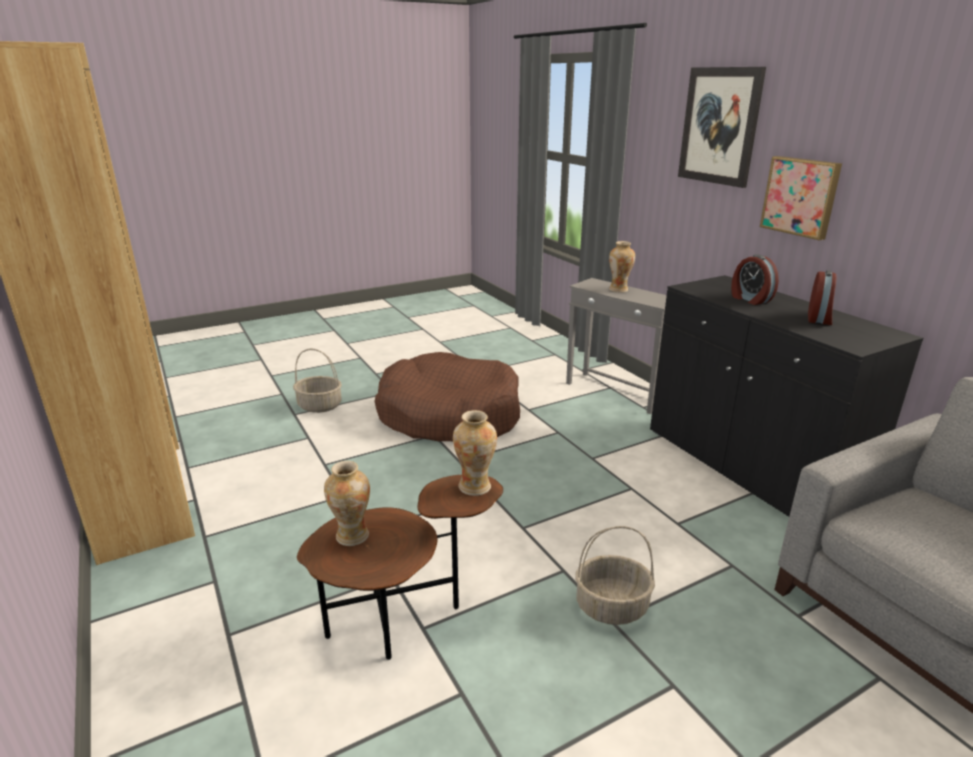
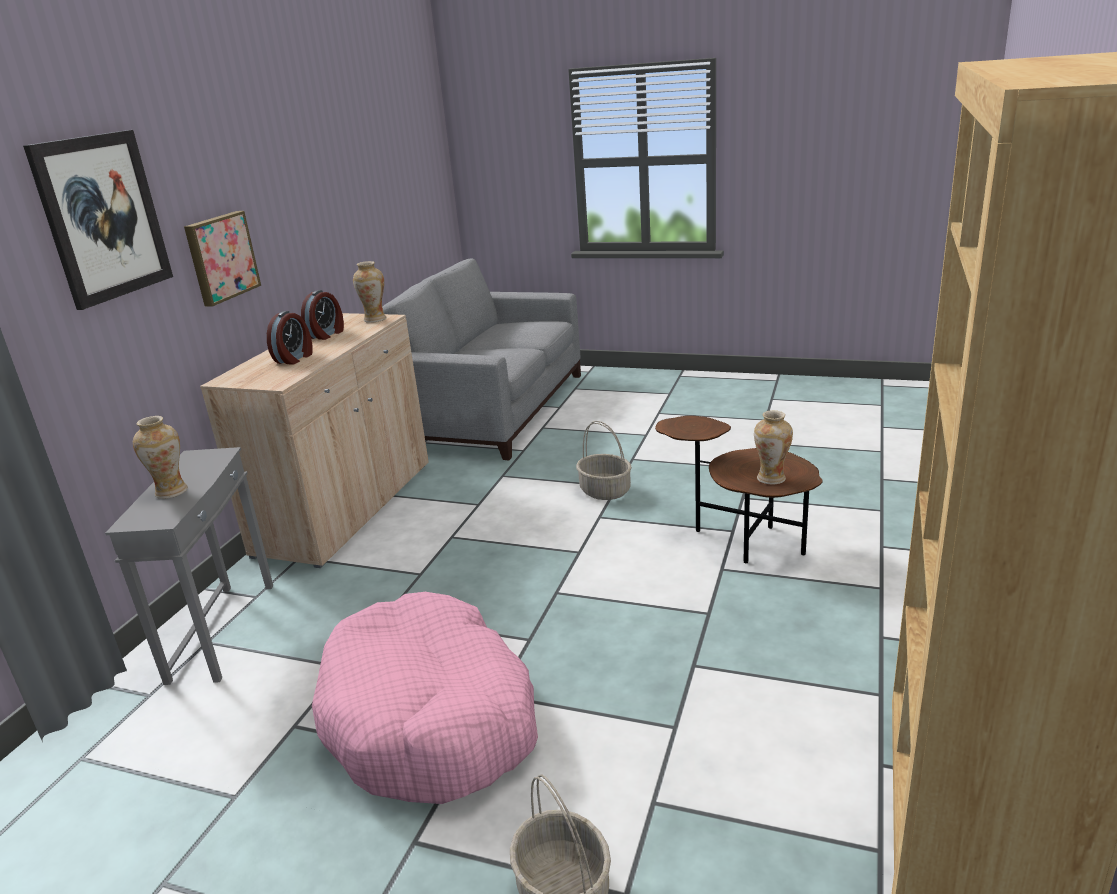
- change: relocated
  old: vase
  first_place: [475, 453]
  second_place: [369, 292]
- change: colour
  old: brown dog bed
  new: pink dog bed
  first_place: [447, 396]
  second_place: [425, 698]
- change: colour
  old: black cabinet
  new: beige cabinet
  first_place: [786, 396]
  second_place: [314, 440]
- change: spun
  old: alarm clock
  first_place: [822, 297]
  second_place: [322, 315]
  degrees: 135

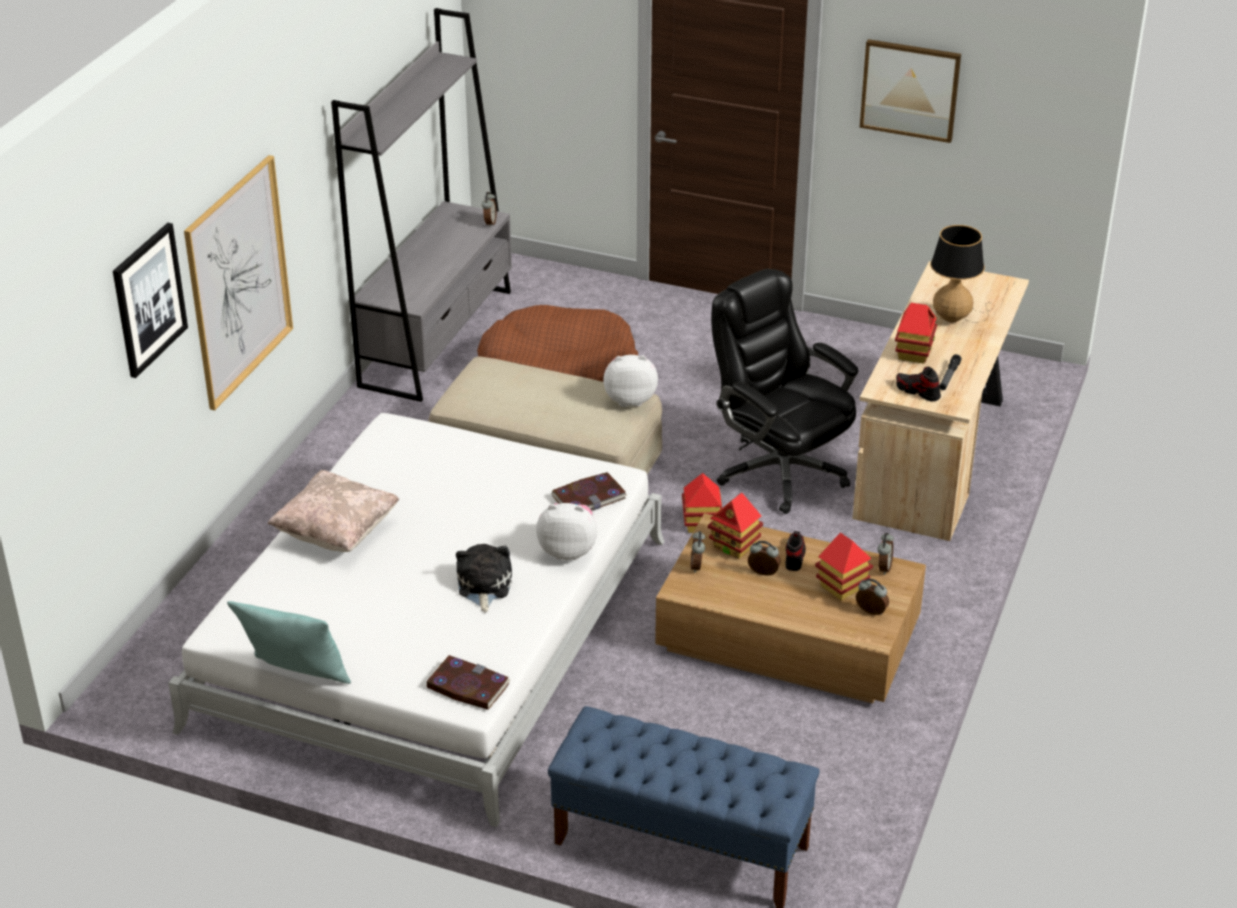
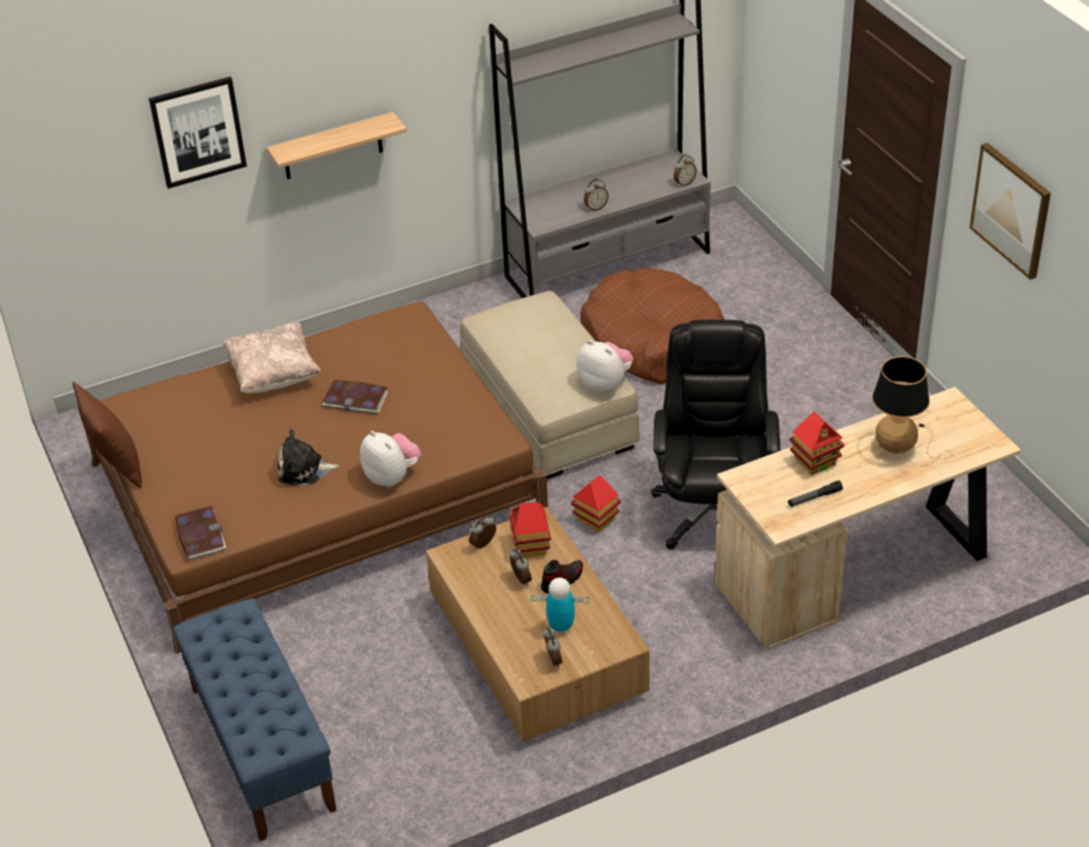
- change: missing
  old: shoe
  first_place: [918, 384]
- change: relocated
  old: book
  first_place: [589, 491]
  second_place: [355, 397]
- change: relocated
  old: alarm clock
  first_place: [886, 554]
  second_place: [596, 195]
- change: exchanged
  old: picture
  new: shelf
  first_place: [238, 282]
  second_place: [337, 145]
- change: exchanged
  old: toy house
  new: toy robot
  first_place: [844, 566]
  second_place: [560, 605]
- change: colour
  old: white bed
  new: brown bed
  first_place: [416, 620]
  second_place: [317, 477]
- change: colour
  old: turquoise pillow
  new: brown pillow
  first_place: [289, 642]
  second_place: [107, 435]
- change: spun
  old: plush toy
  first_place: [484, 578]
  second_place: [309, 457]
  degrees: -135

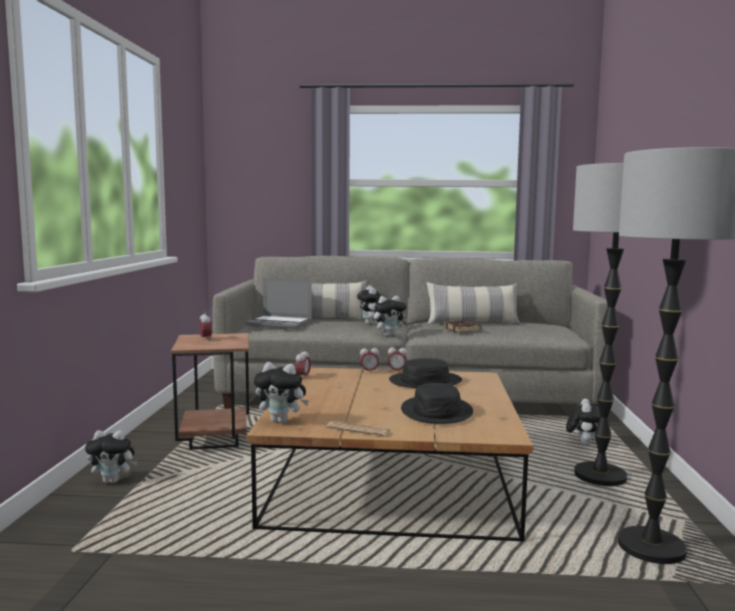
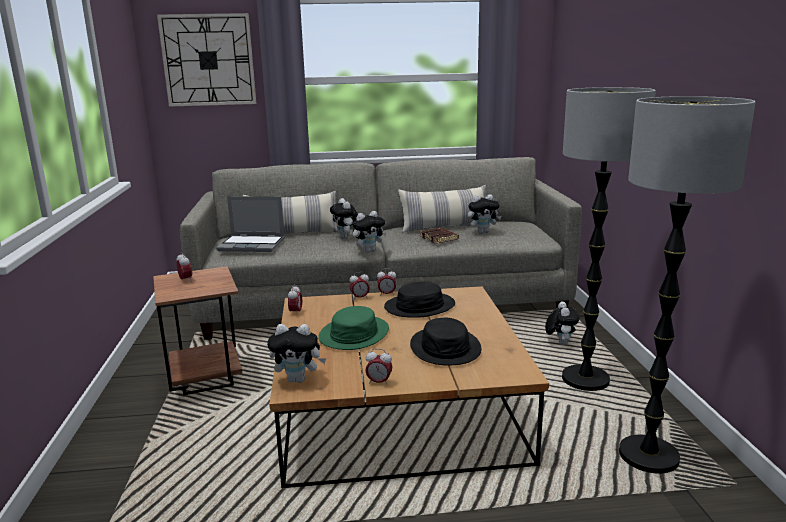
- change: appeared
  new: wall clock
  second_place: [206, 60]
- change: appeared
  new: green hat
  second_place: [353, 328]
- change: relocated
  old: plush toy
  first_place: [111, 456]
  second_place: [484, 213]
- change: exchanged
  old: newspaper
  new: alarm clock
  first_place: [358, 428]
  second_place: [378, 367]

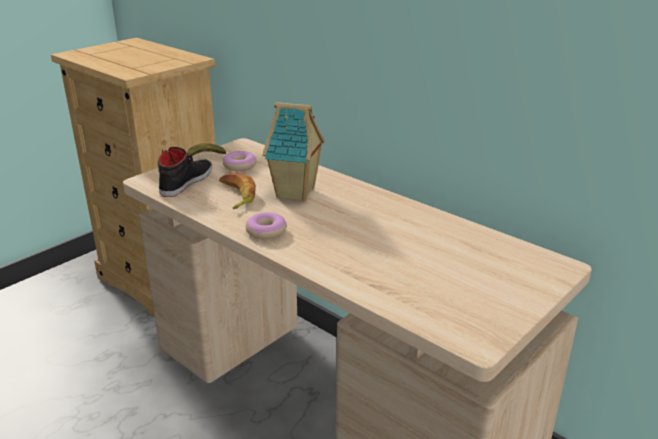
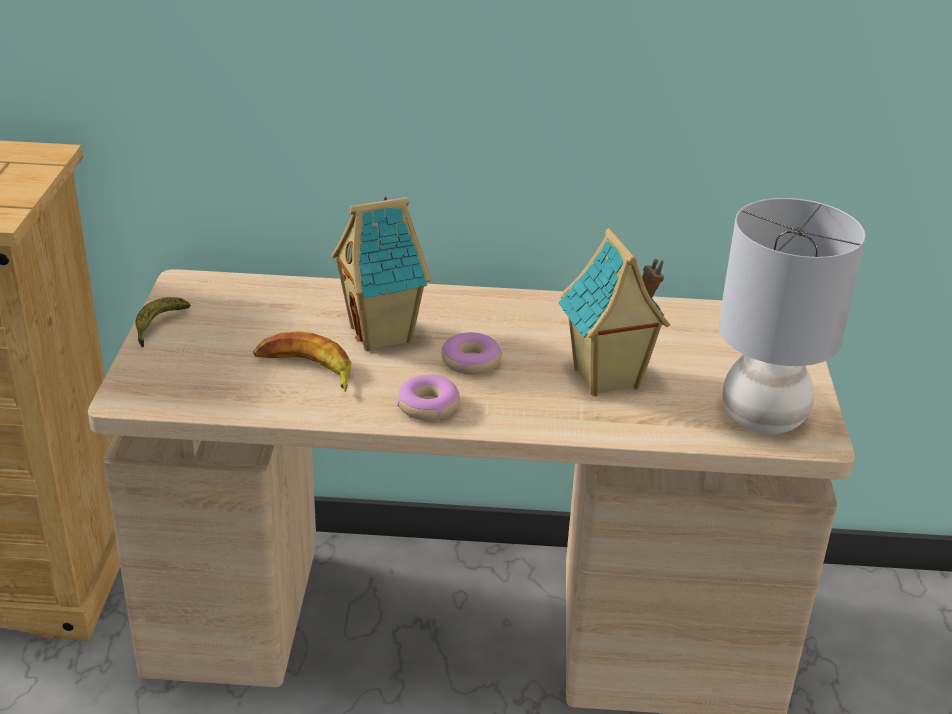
- change: missing
  old: black shoe
  first_place: [185, 172]
- change: appeared
  new: toy house
  second_place: [614, 312]
- change: appeared
  new: grey table lamp
  second_place: [792, 316]
- change: relocated
  old: donut
  first_place: [240, 161]
  second_place: [472, 353]

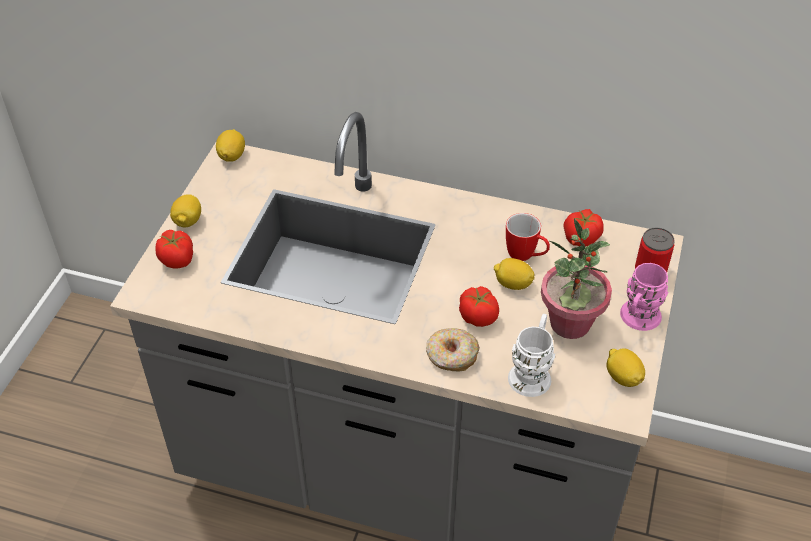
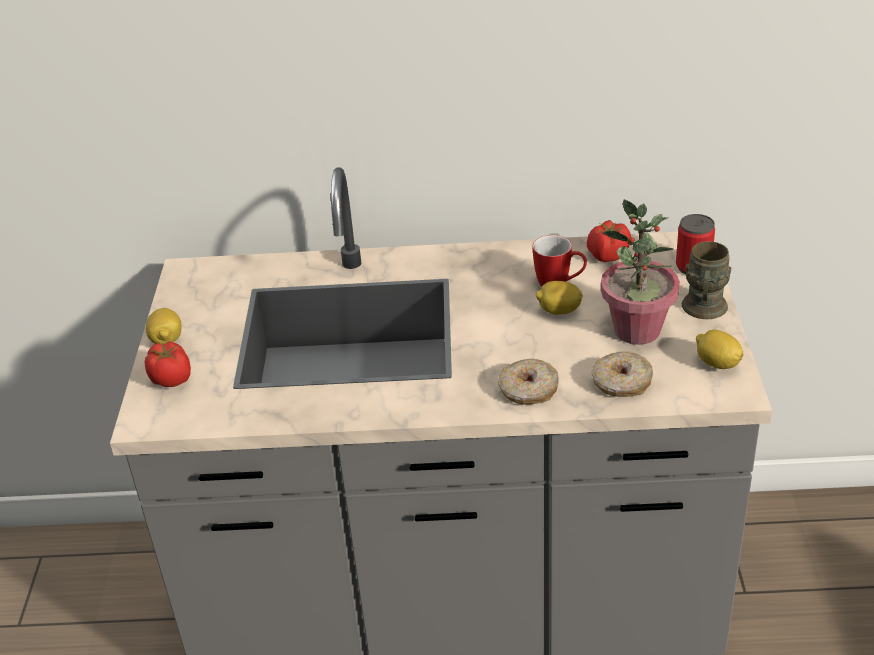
- change: missing
  old: lemon
  first_place: [230, 145]
- change: missing
  old: tomato
  first_place: [479, 306]
- change: exchanged
  old: white mug
  new: donut
  first_place: [531, 355]
  second_place: [622, 374]
- change: colour
  old: pink mug
  new: brown mug
  first_place: [644, 297]
  second_place: [706, 280]

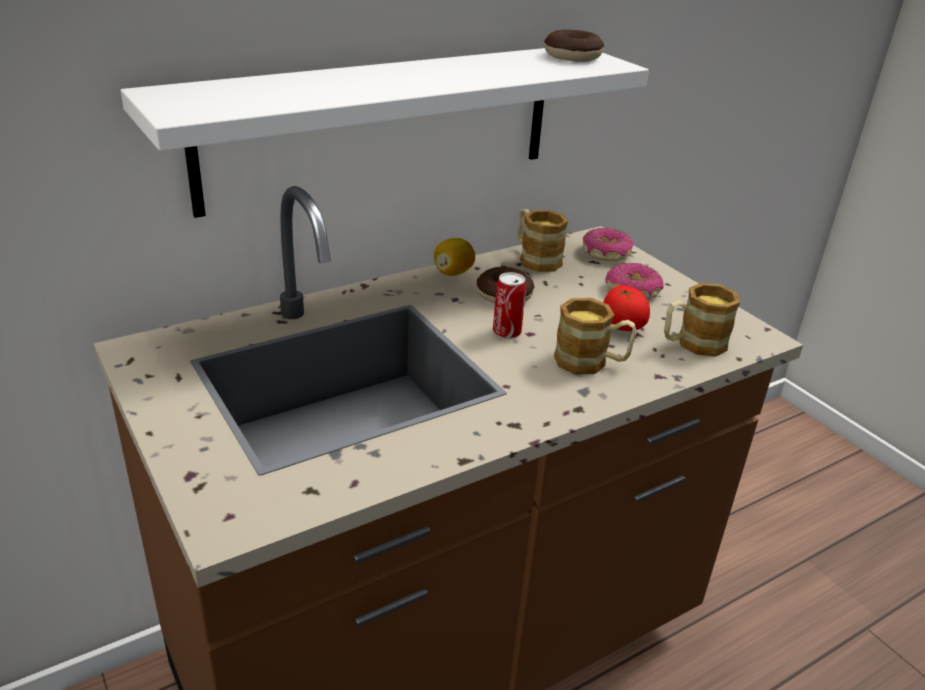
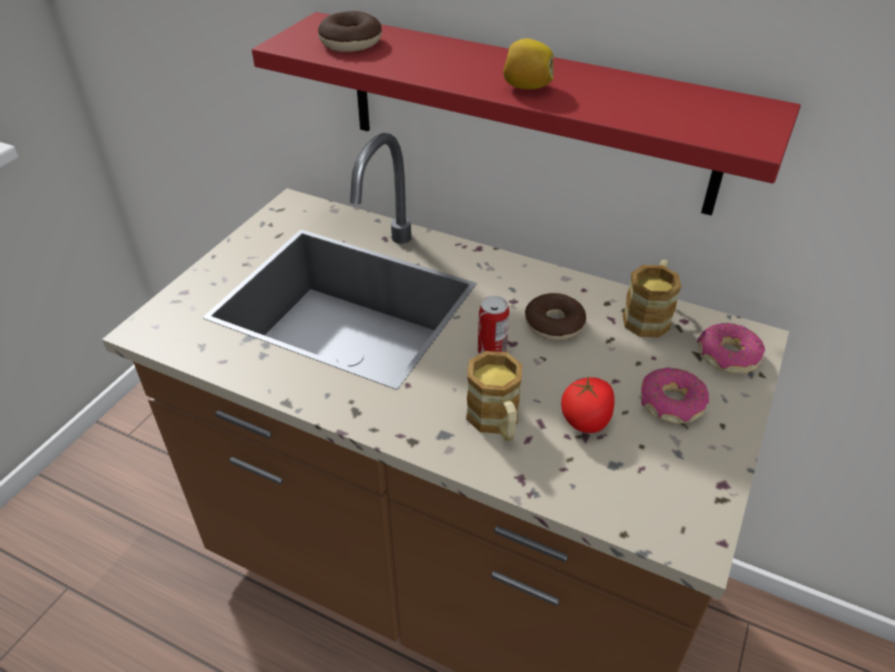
- change: missing
  old: mug
  first_place: [702, 320]
- change: relocated
  old: lemon
  first_place: [454, 257]
  second_place: [528, 64]
- change: relocated
  old: donut
  first_place: [574, 45]
  second_place: [350, 31]
- change: colour
  old: white shelf
  new: red shelf
  first_place: [385, 133]
  second_place: [526, 114]

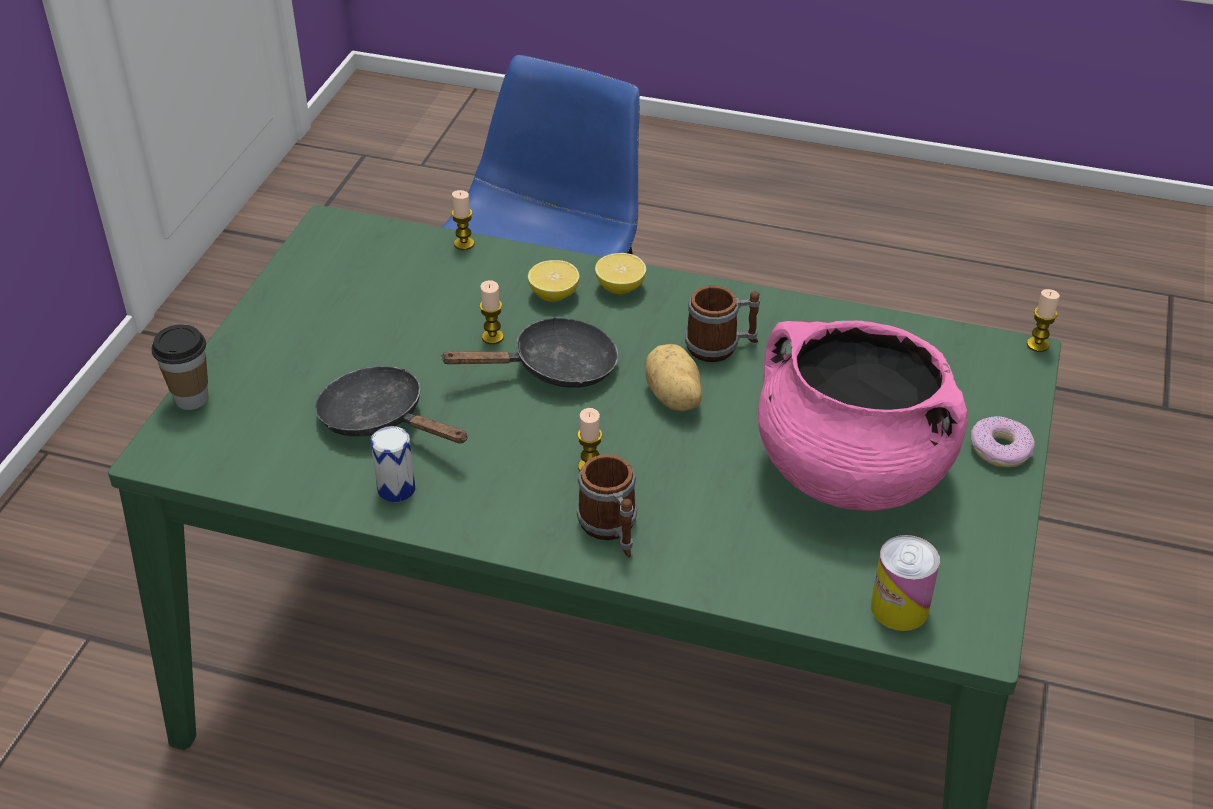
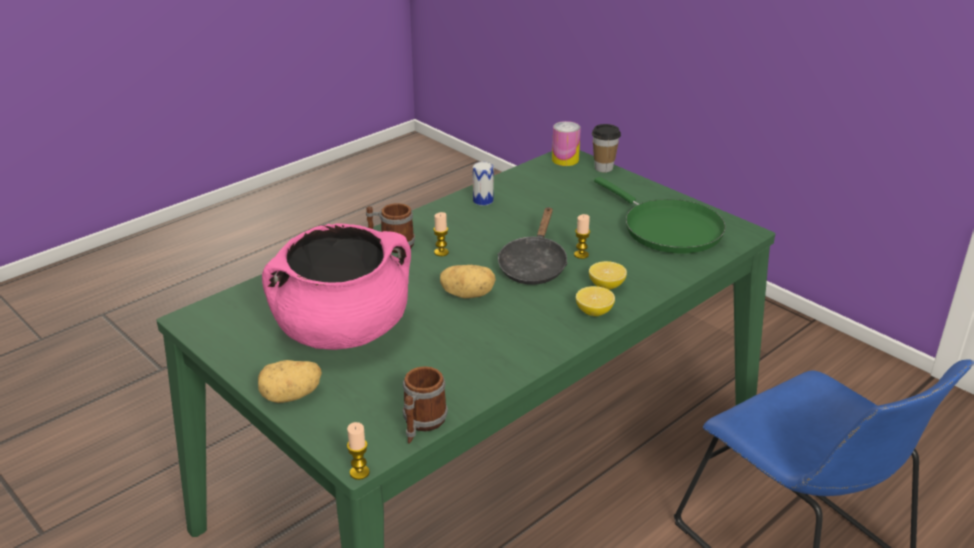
- change: missing
  old: black frying pan
  first_place: [391, 405]
- change: missing
  old: candle
  first_place: [462, 220]
- change: appeared
  new: green frying pan
  second_place: [660, 215]
- change: relocated
  old: mug
  first_place: [722, 323]
  second_place: [425, 405]
- change: relocated
  old: can
  first_place: [905, 583]
  second_place: [566, 143]
- change: exchanged
  old: donut
  new: potato
  first_place: [1003, 441]
  second_place: [290, 381]

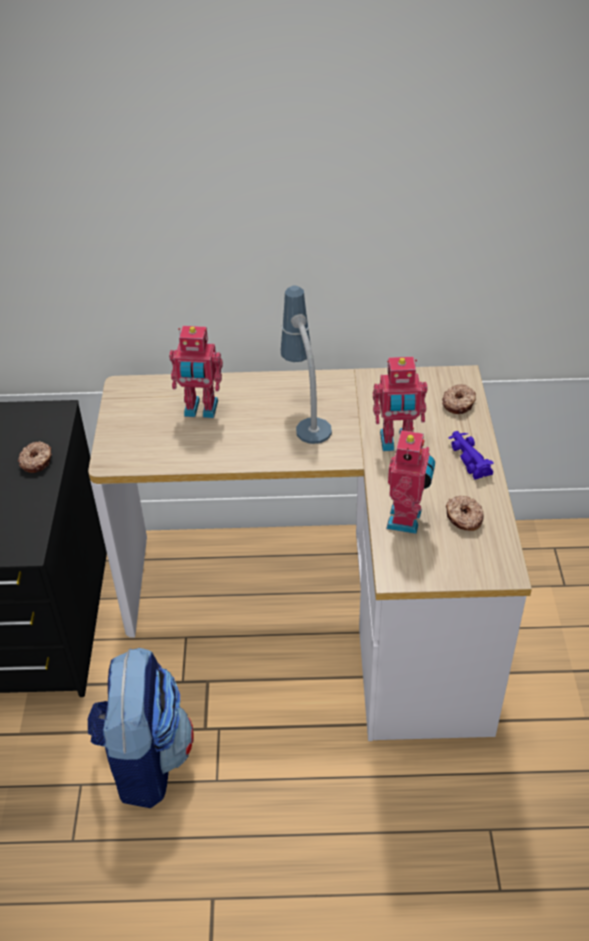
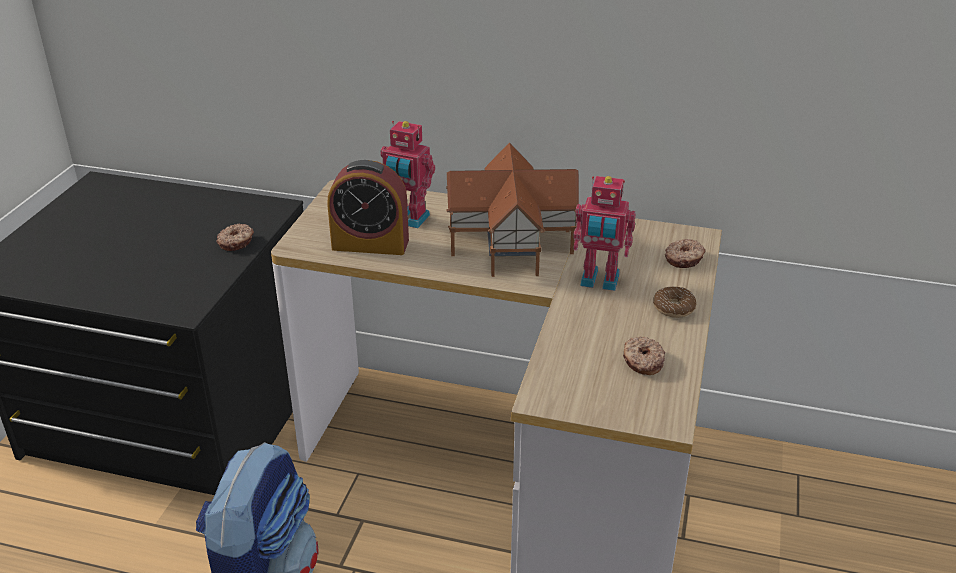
- change: missing
  old: toy robot
  first_place: [410, 480]
- change: appeared
  new: alarm clock
  second_place: [368, 207]
- change: exchanged
  old: table lamp
  new: toy house
  first_place: [306, 365]
  second_place: [512, 209]
- change: exchanged
  old: purple toy car
  new: donut
  first_place: [471, 455]
  second_place: [674, 302]

